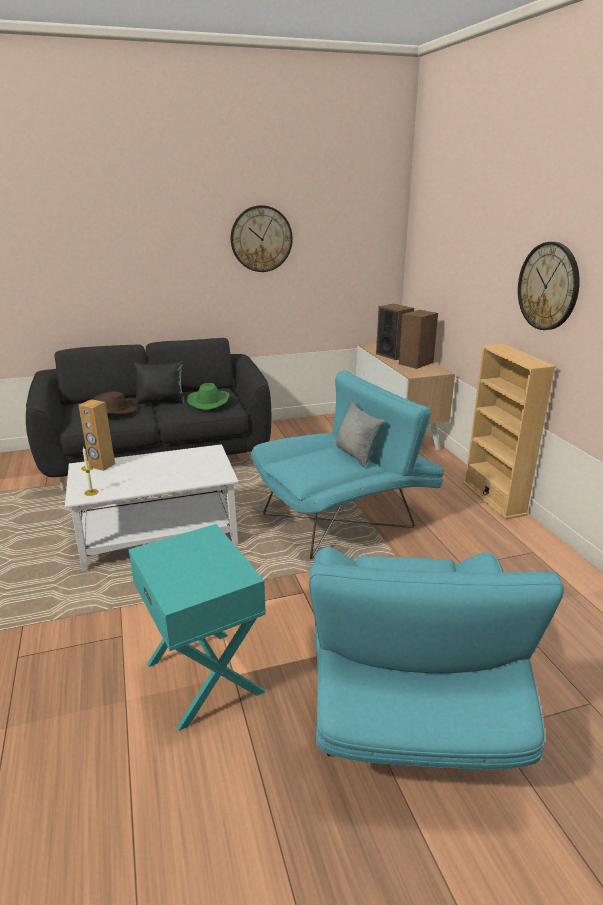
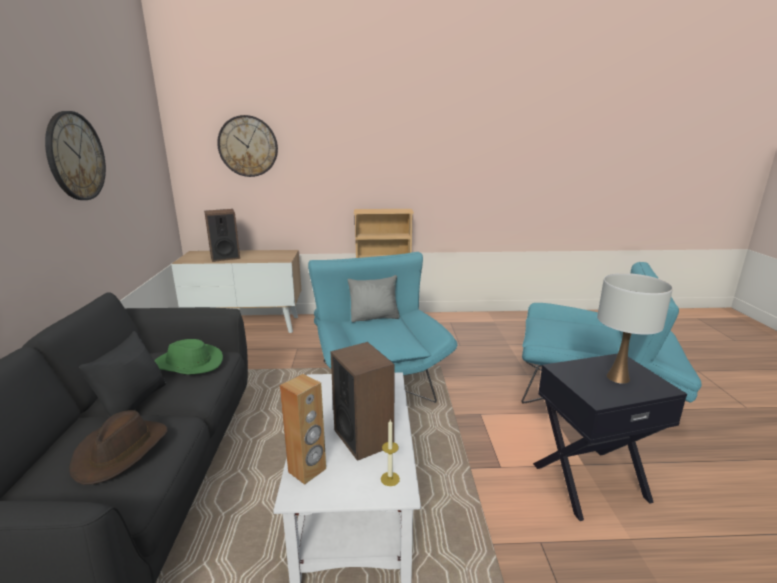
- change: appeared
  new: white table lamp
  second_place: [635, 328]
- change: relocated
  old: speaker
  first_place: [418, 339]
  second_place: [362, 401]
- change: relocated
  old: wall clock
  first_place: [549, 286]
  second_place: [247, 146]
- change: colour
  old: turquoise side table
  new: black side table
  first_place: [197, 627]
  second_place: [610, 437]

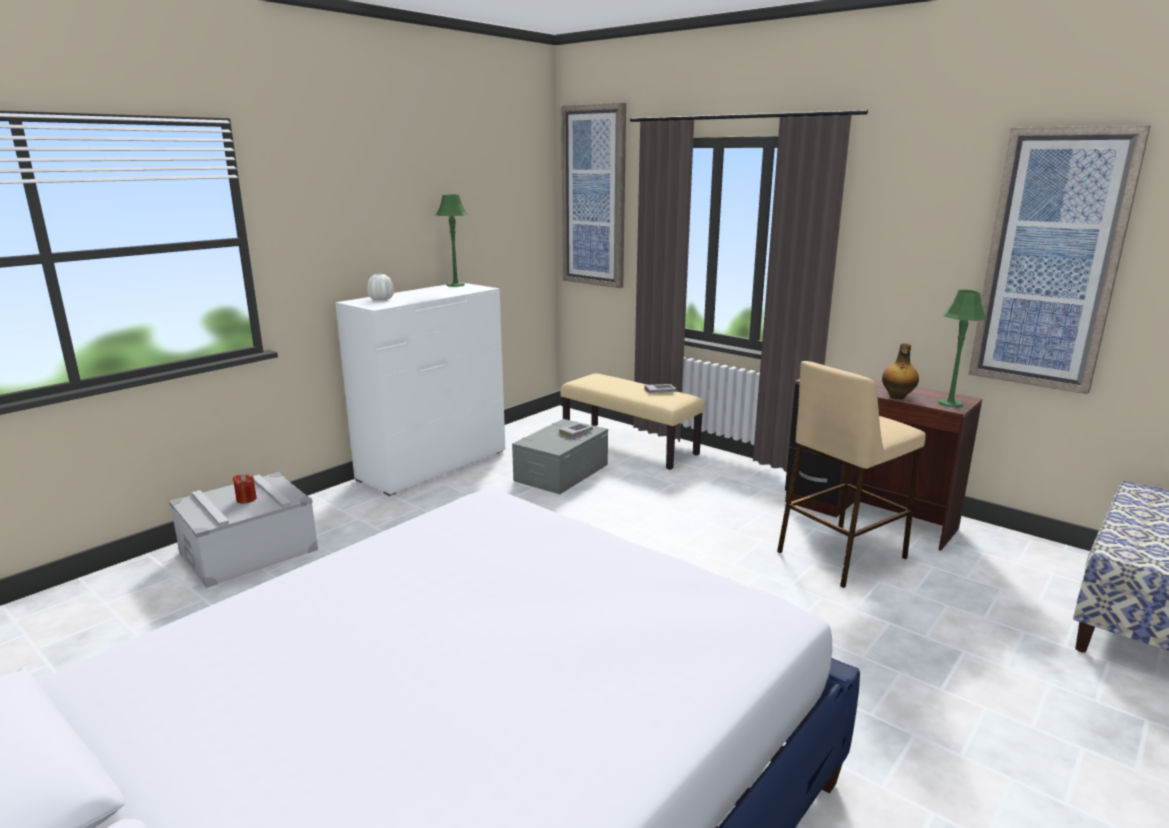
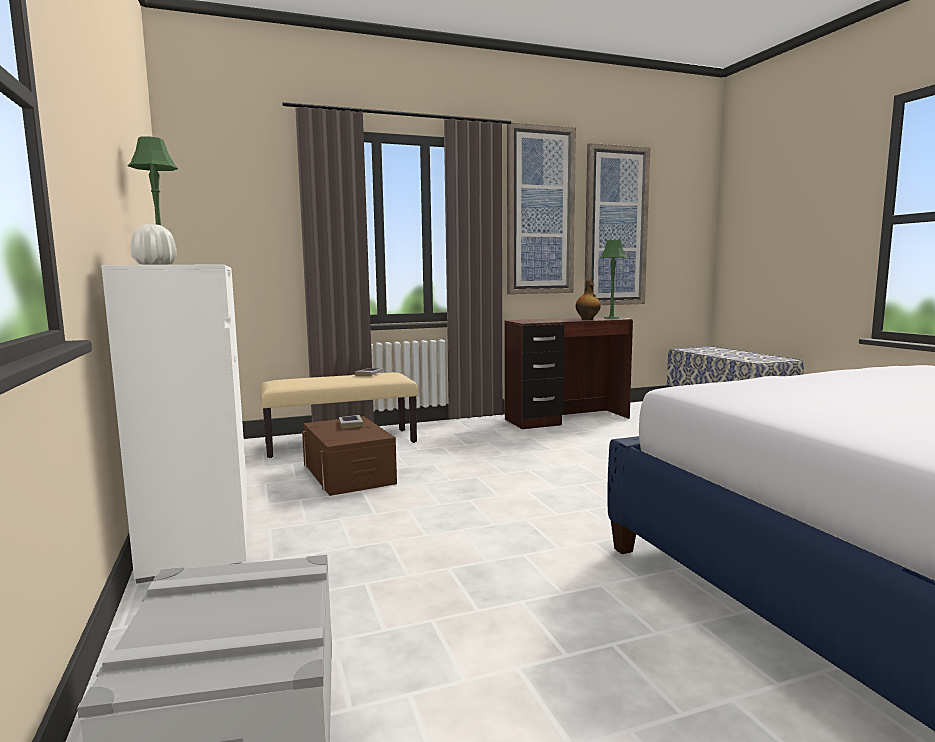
- change: missing
  old: red candle
  first_place: [245, 488]
- change: missing
  old: beige stool
  first_place: [851, 474]
- change: relocated
  old: picture
  first_place: [593, 195]
  second_place: [541, 208]
- change: colour
  old: grey storage box
  new: brown storage box
  first_place: [560, 456]
  second_place: [349, 456]

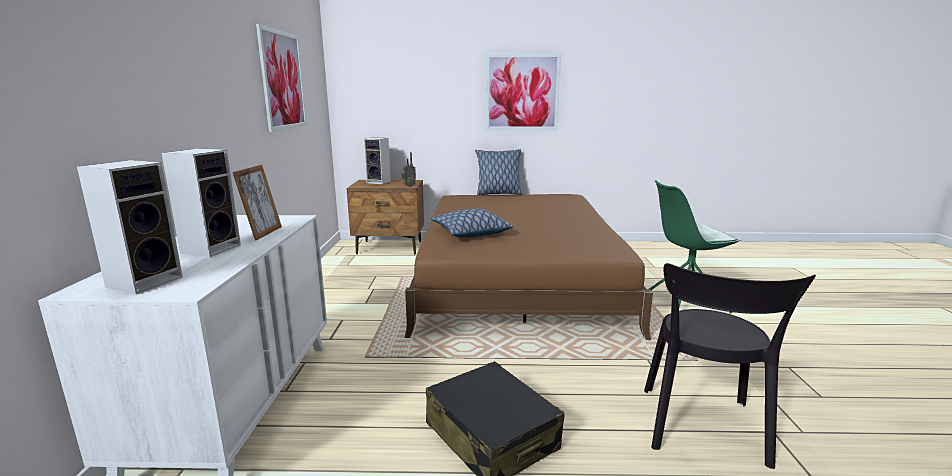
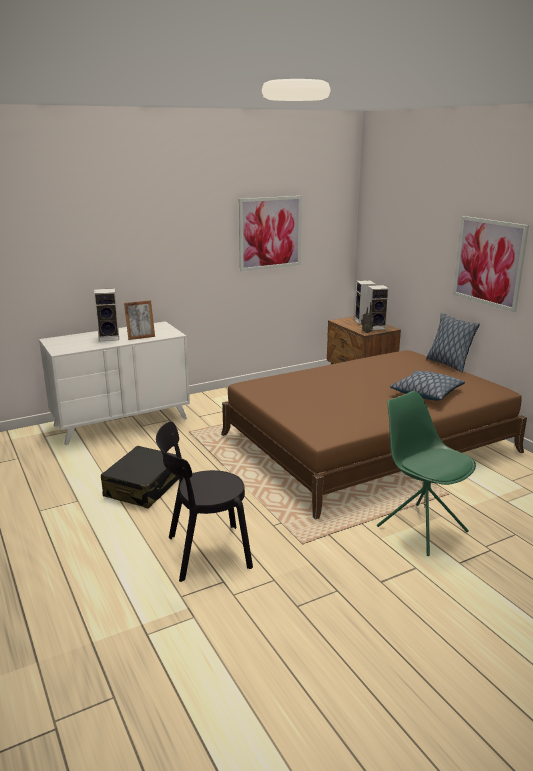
- change: relocated
  old: speaker
  first_place: [130, 227]
  second_place: [377, 307]
- change: relocated
  old: pillow
  first_place: [472, 223]
  second_place: [427, 385]

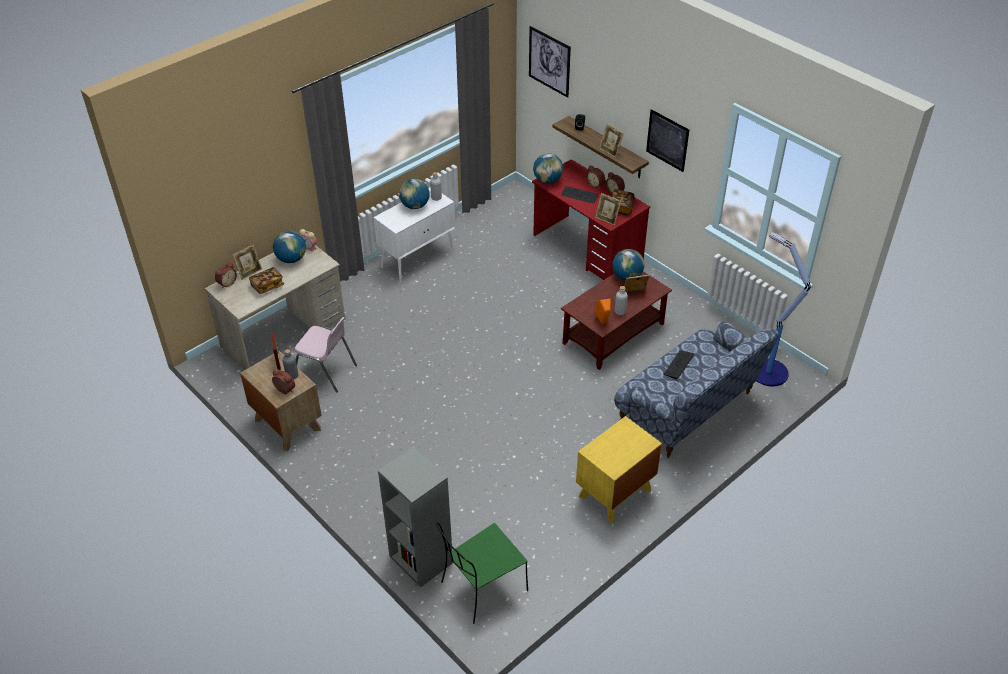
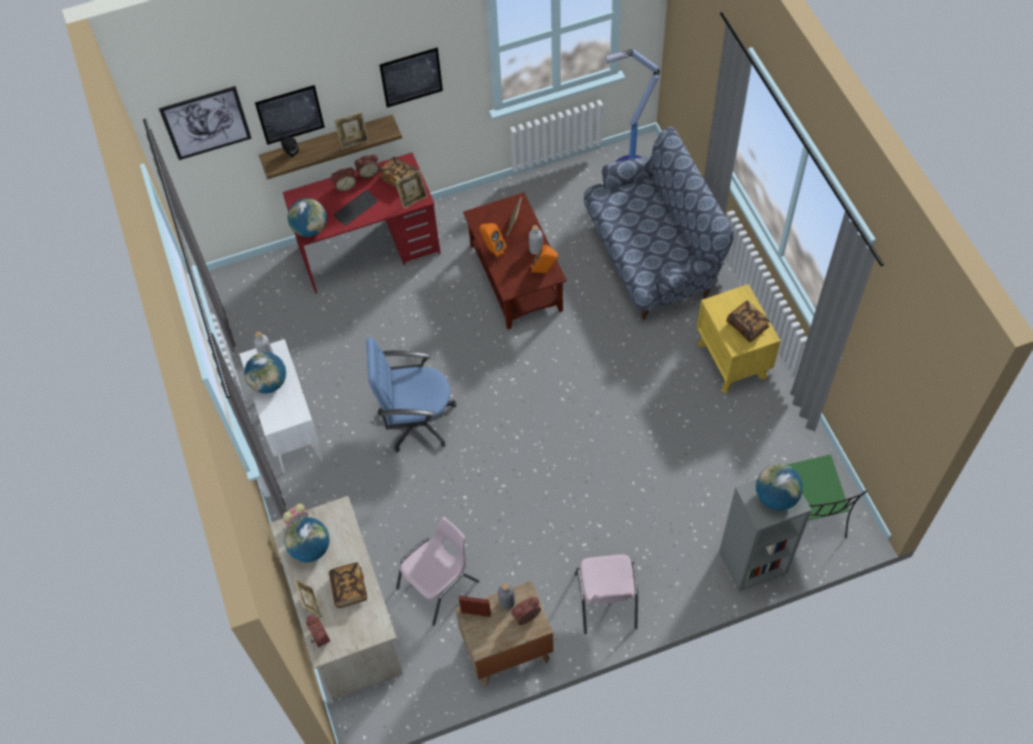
- change: missing
  old: keyboard
  first_place: [679, 365]
- change: appeared
  new: picture
  second_place: [290, 115]
- change: appeared
  new: blue office chair
  second_place: [411, 394]
- change: appeared
  new: orange speaker
  second_place: [493, 240]
- change: appeared
  new: pink chair
  second_place: [606, 594]
- change: appeared
  new: book
  second_place: [748, 321]
- change: relocated
  old: globe
  first_place: [628, 265]
  second_place: [779, 487]

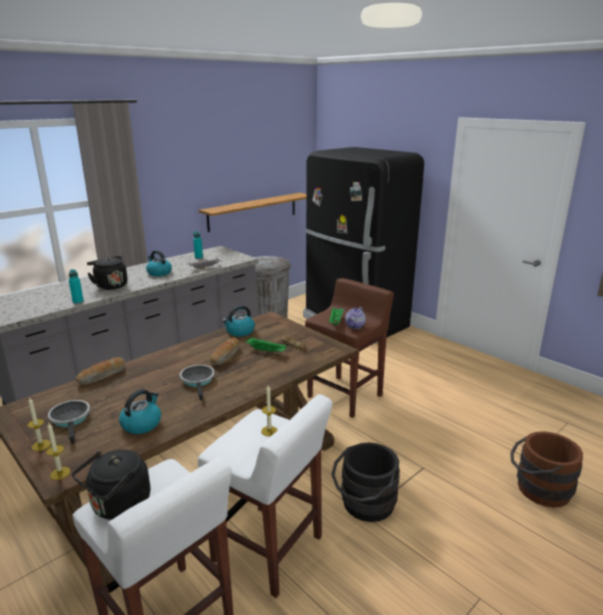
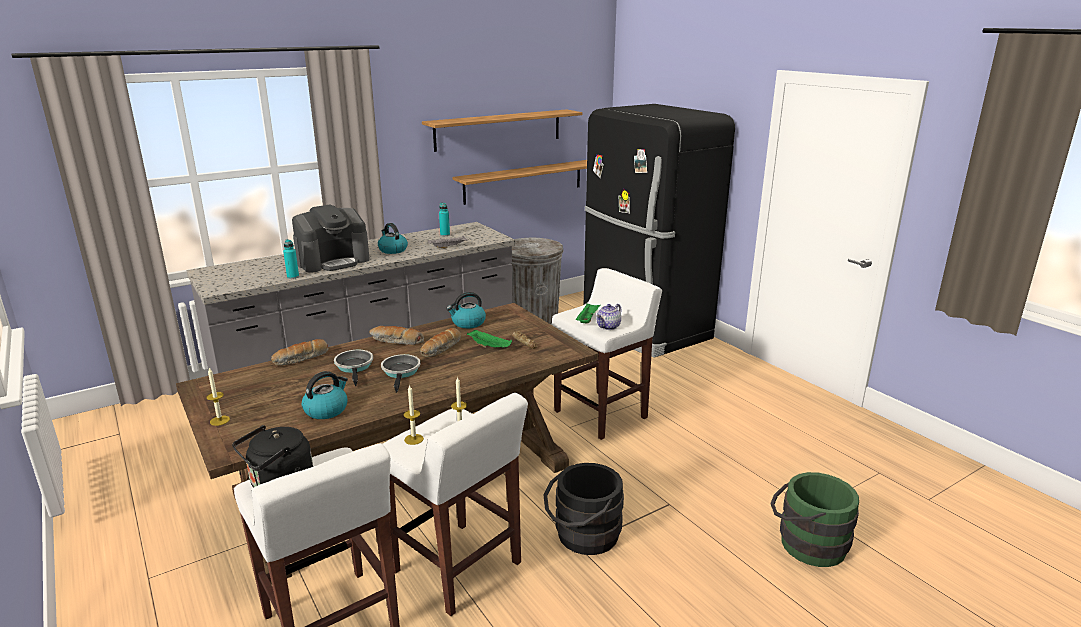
- change: appeared
  new: bread
  second_place: [396, 335]
- change: appeared
  new: shelf
  second_place: [502, 130]
- change: relocated
  old: candle
  first_place: [58, 451]
  second_place: [414, 415]
- change: relocated
  old: frying pan
  first_place: [69, 422]
  second_place: [353, 368]
- change: exchanged
  old: black kettle
  new: coffee machine
  first_place: [107, 273]
  second_place: [331, 239]
- change: colour
  old: brown stool
  new: white stool
  first_place: [349, 348]
  second_place: [607, 354]
- change: colour
  old: brown bucket
  new: green bucket
  first_place: [546, 469]
  second_place: [814, 519]

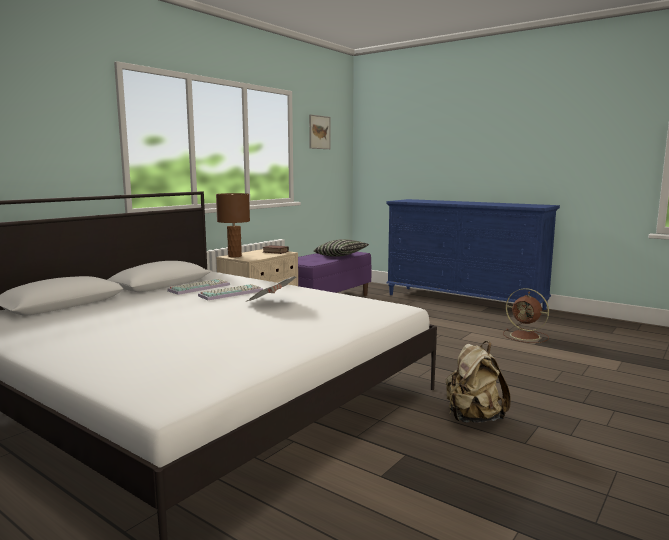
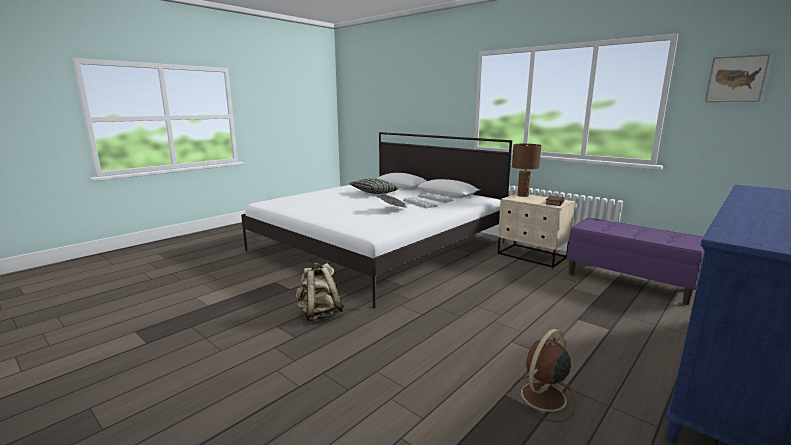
- change: relocated
  old: pillow
  first_place: [341, 248]
  second_place: [374, 186]

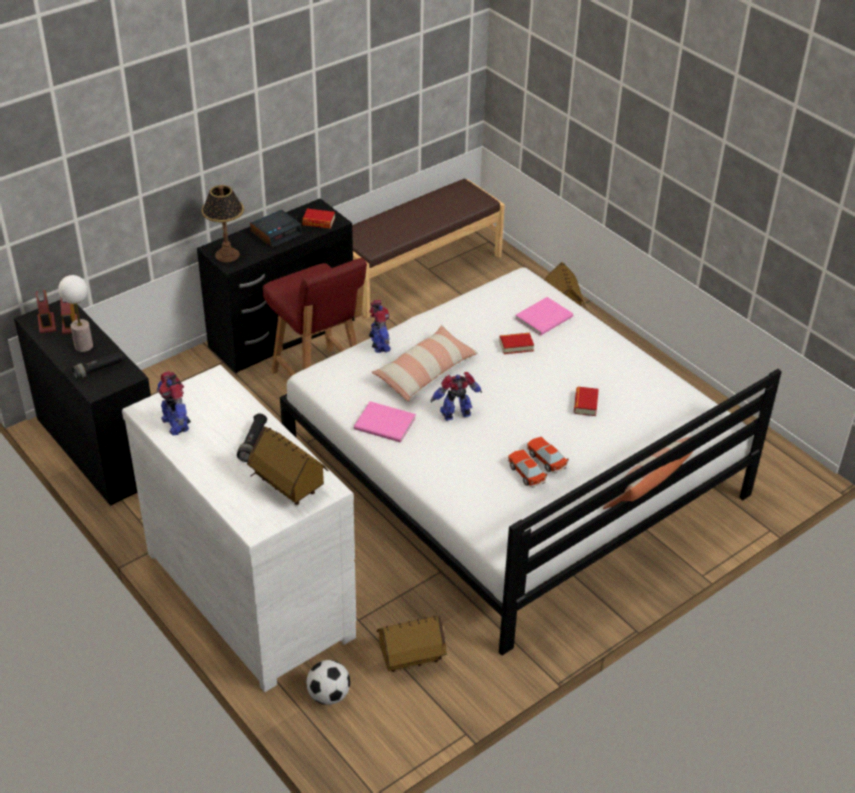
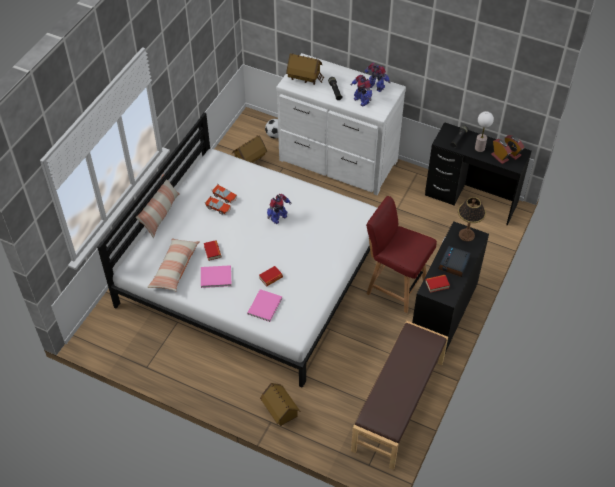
- change: relocated
  old: pink book
  first_place: [385, 422]
  second_place: [216, 276]
- change: relocated
  old: toy robot
  first_place: [380, 326]
  second_place: [361, 90]
- change: relocated
  old: pillow
  first_place: [424, 363]
  second_place: [173, 265]

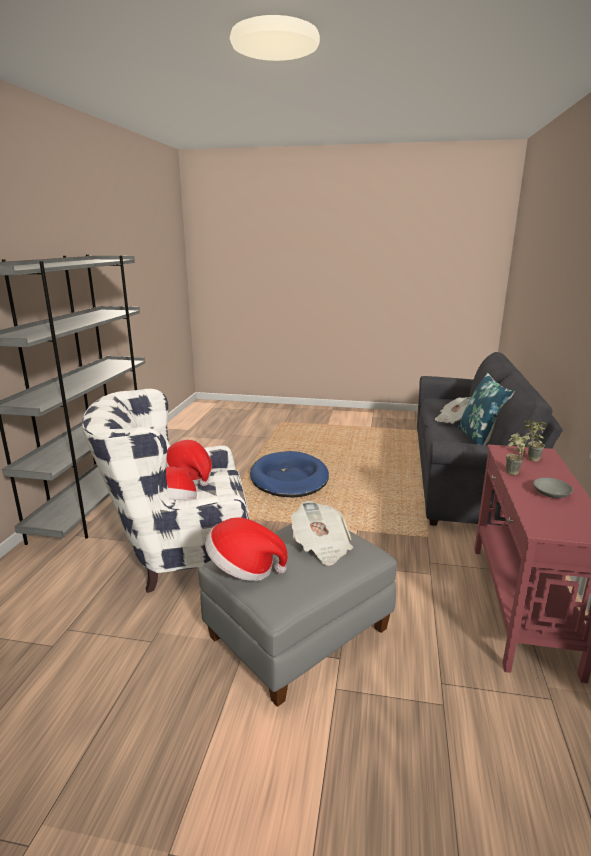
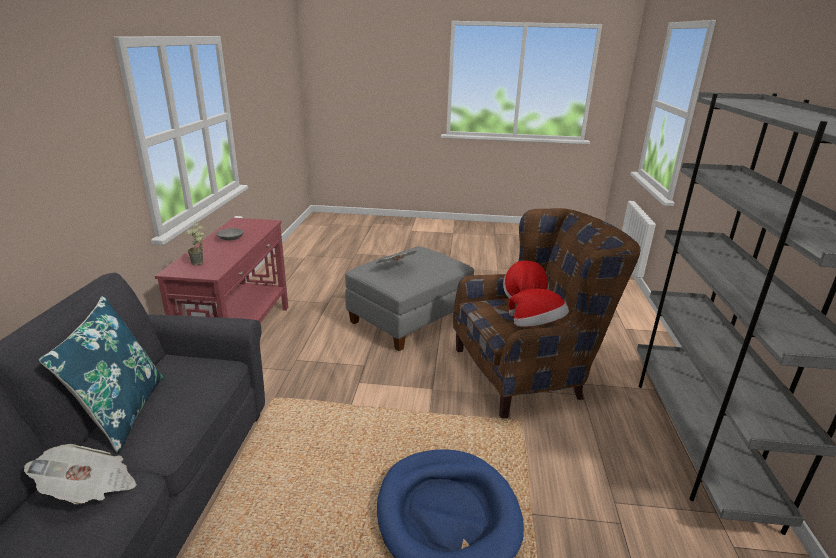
- change: missing
  old: hat
  first_place: [246, 549]
- change: missing
  old: potted plant
  first_place: [519, 453]
- change: colour
  old: white armchair
  new: brown armchair
  first_place: [165, 491]
  second_place: [546, 313]

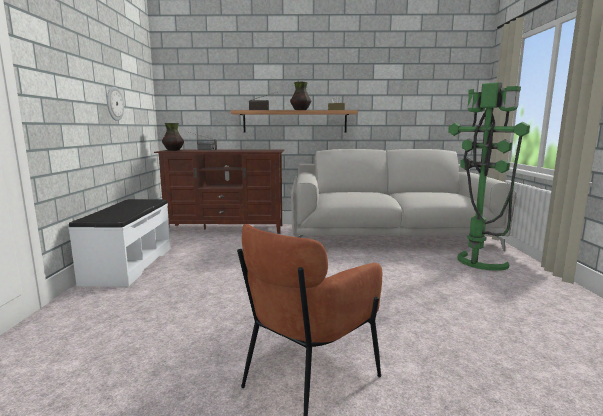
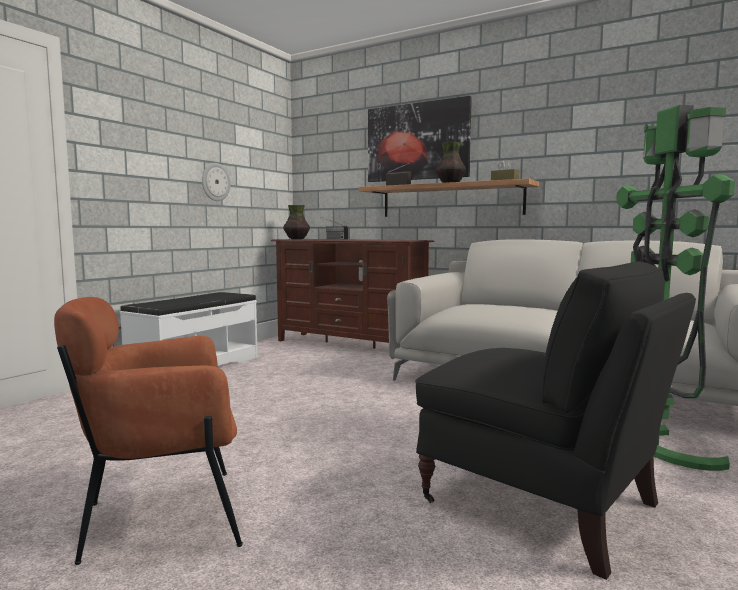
- change: appeared
  new: picture
  second_place: [420, 139]
- change: appeared
  new: black armchair
  second_place: [555, 421]

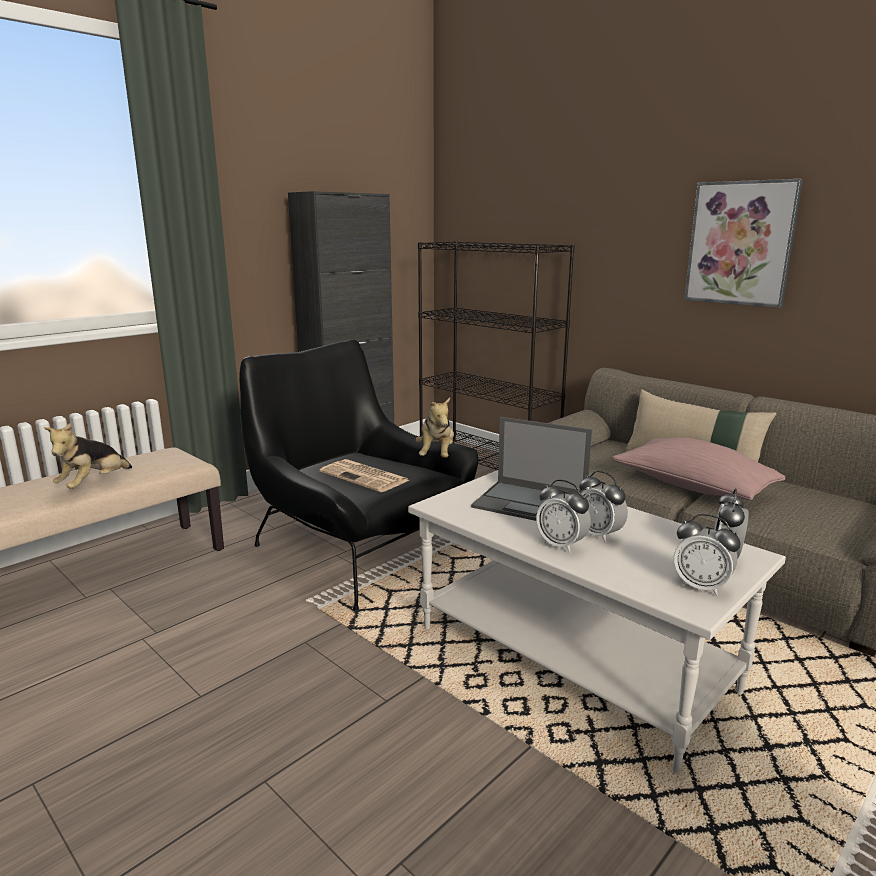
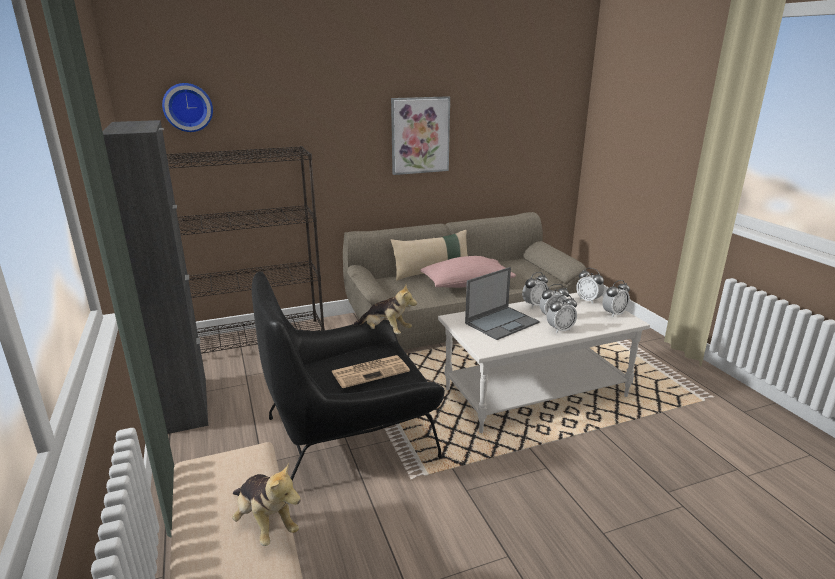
- change: appeared
  new: wall clock
  second_place: [187, 107]
- change: appeared
  new: alarm clock
  second_place: [535, 290]

